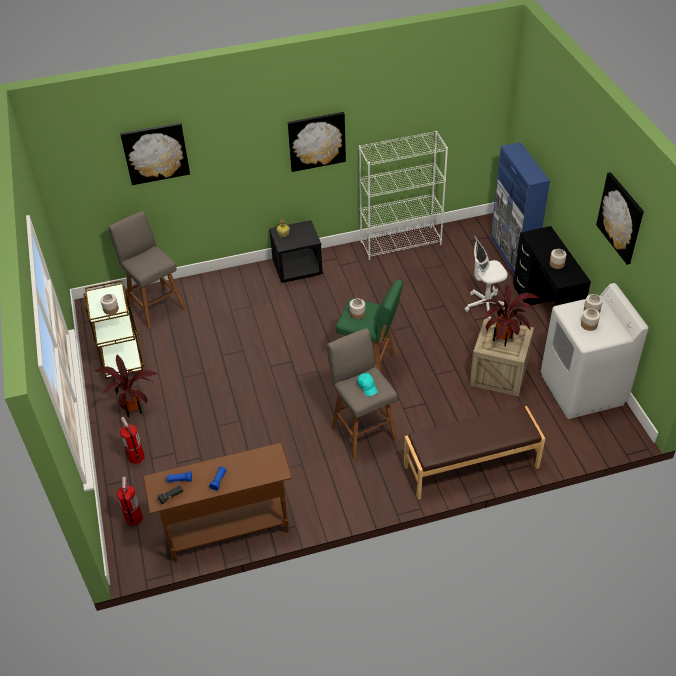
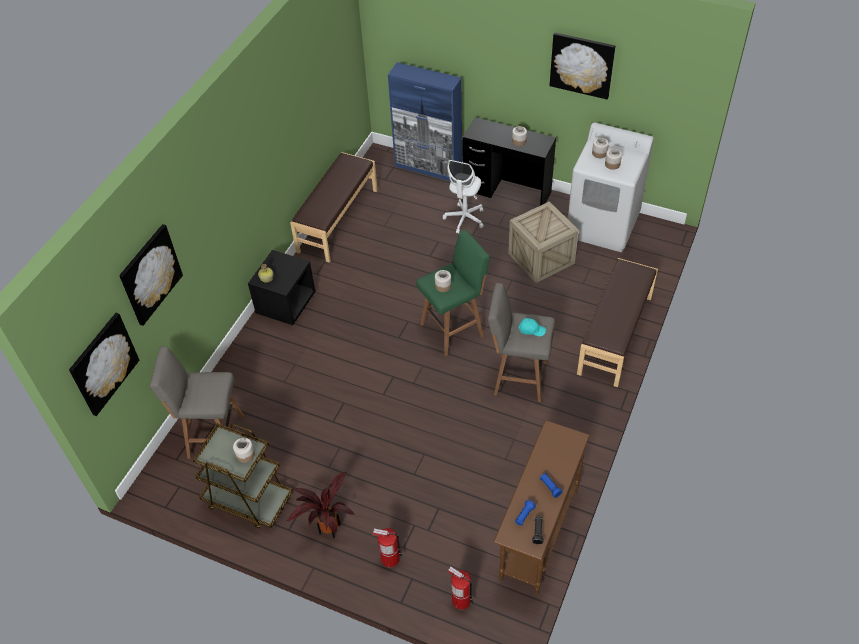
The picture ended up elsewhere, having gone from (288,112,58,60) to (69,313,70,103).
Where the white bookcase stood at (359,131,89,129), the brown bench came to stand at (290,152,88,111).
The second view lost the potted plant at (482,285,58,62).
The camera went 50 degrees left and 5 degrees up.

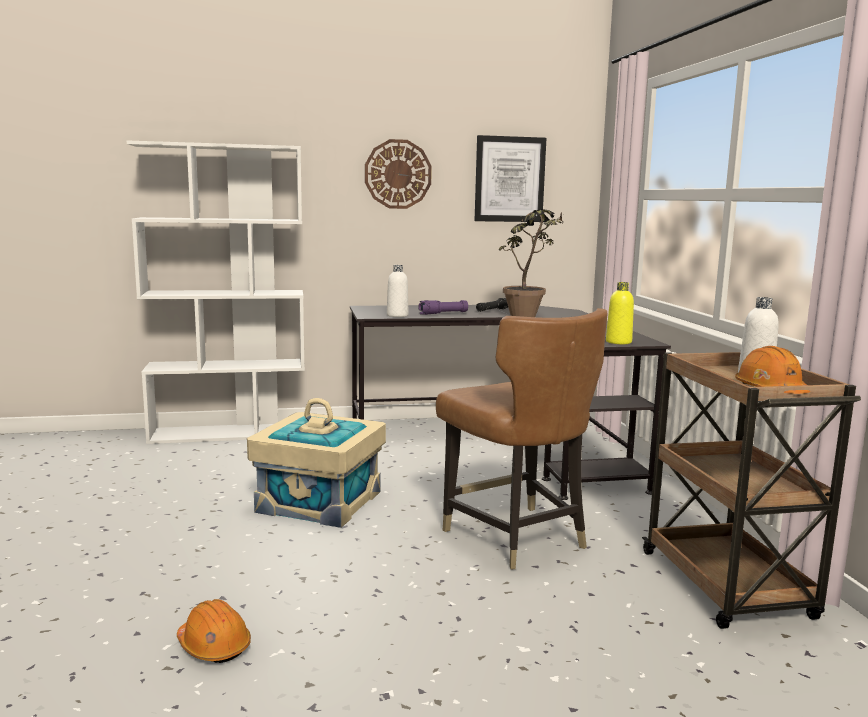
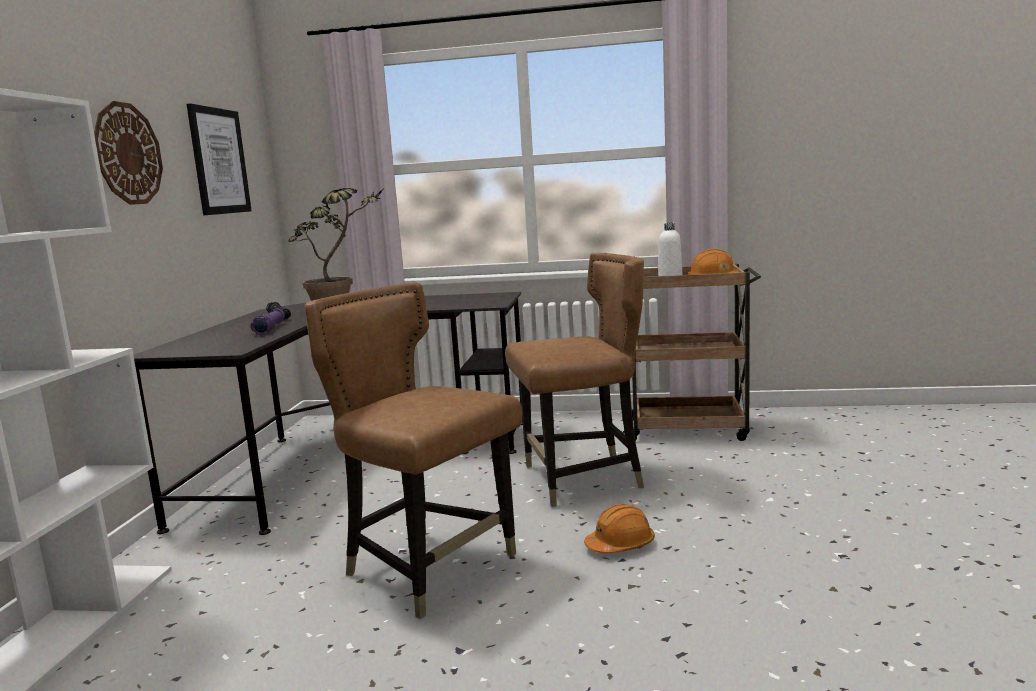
The orange hard hat ended up elsewhere, having gone from (177,599,74,64) to (584,504,71,49).
Where the beige storage box stood at (247,398,139,130), the brown chair came to stand at (305,282,217,337).
The second view lost the white bottle at (387,265,21,52).
The second view lost the yellow bottle at (606,282,28,62).
The camera went 70 degrees left and 0 degrees up.

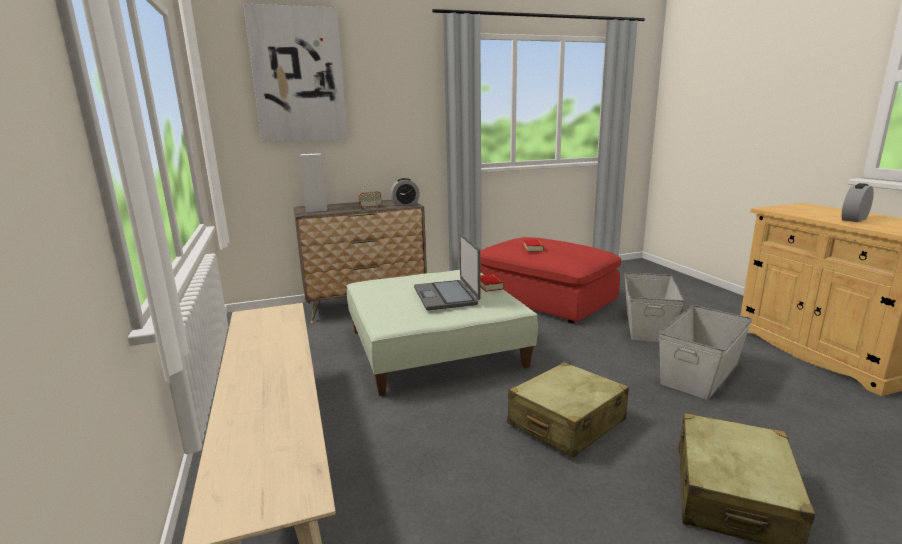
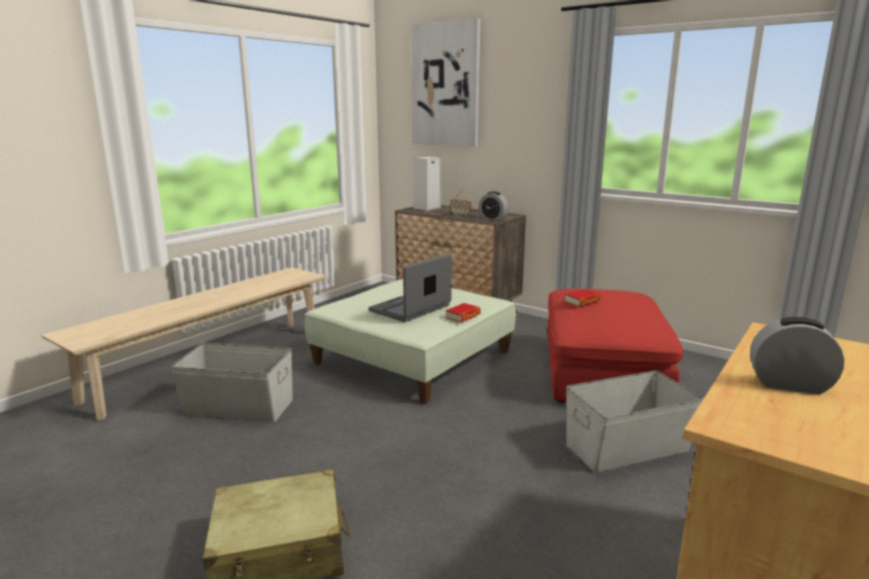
The second view lost the beige suitcase at (507,362,122,96).
The grey storage box ended up elsewhere, having gone from (659,305,94,95) to (170,343,123,79).
The camera went 55 degrees right and 0 degrees up.

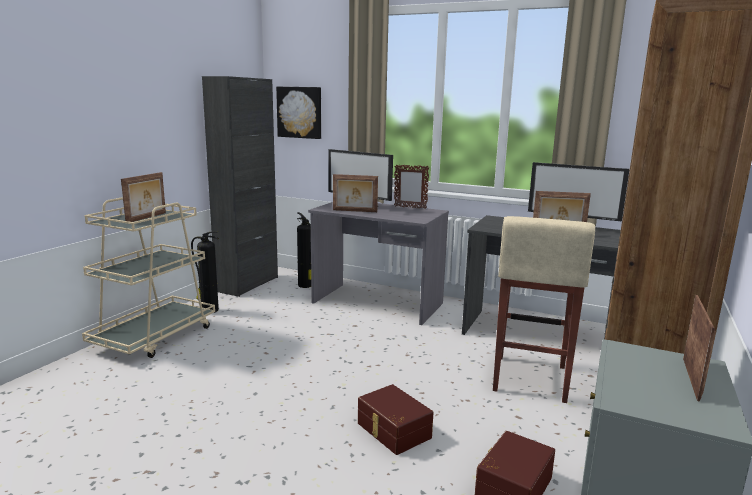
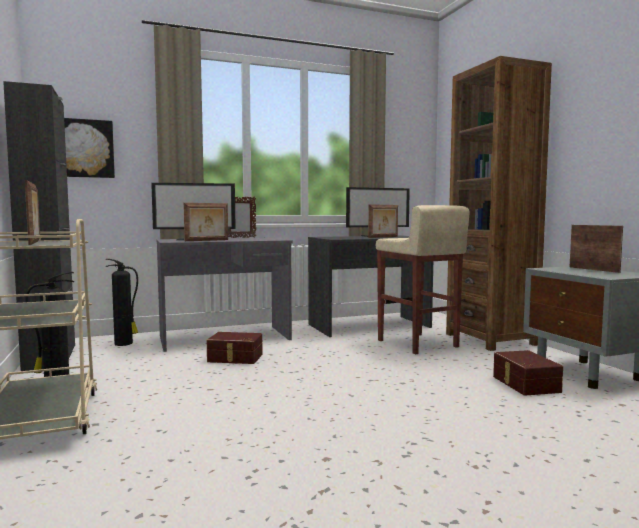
The brown storage box ended up elsewhere, having gone from (358,384,75,71) to (207,332,56,32).
The camera went 45 degrees left and 10 degrees down.

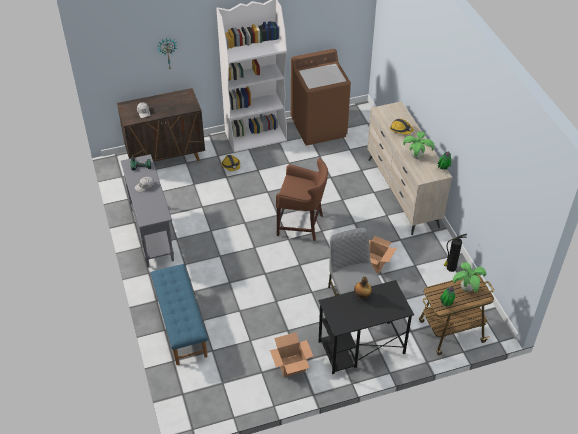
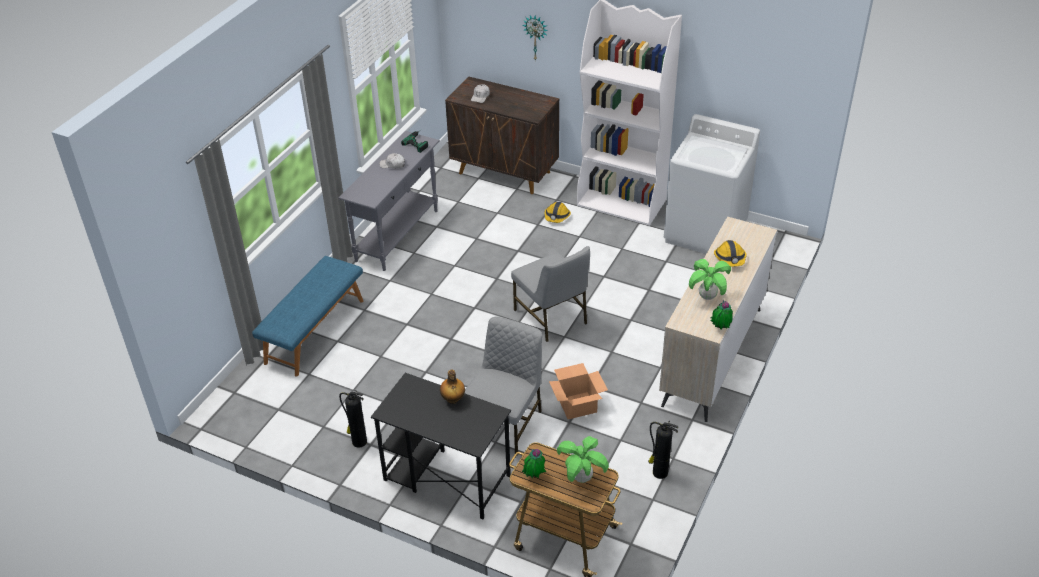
Where the cardboard box stood at (270,332,43,45), the fire extinguisher came to stand at (339,391,28,57).
Where the brown stool stood at (276,158,52,83), the grey chair came to stand at (511,246,79,96).
What was the brown washing machine at (291,49,60,97) turned into the white washing machine at (664,114,96,140).
The camera went 45 degrees right and 5 degrees down.

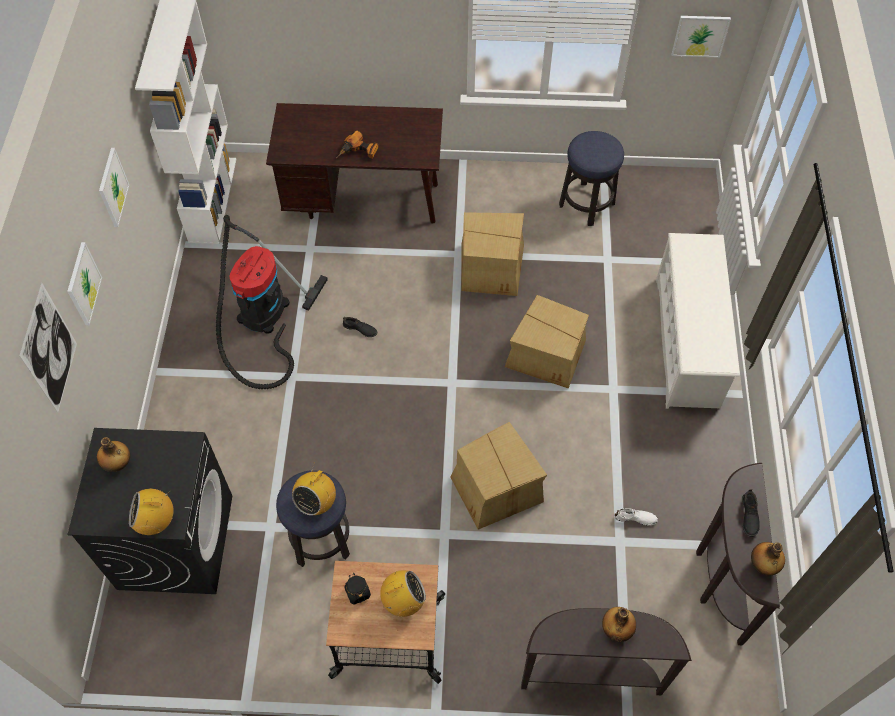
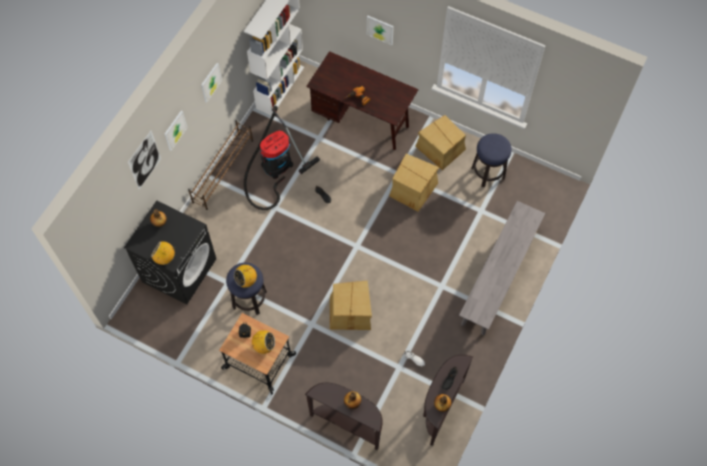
The cardboard box ended up elsewhere, having gone from (504,295,85,94) to (415,115,51,55).
Where the white shoe rack stood at (656,233,84,176), the grey bench came to stand at (459,201,86,135).
The picture ended up elsewhere, having gone from (672,16,59,42) to (367,16,27,29).
The second view gained the brown shoe rack at (188,120,65,90).
The camera went 25 degrees right and 5 degrees up.

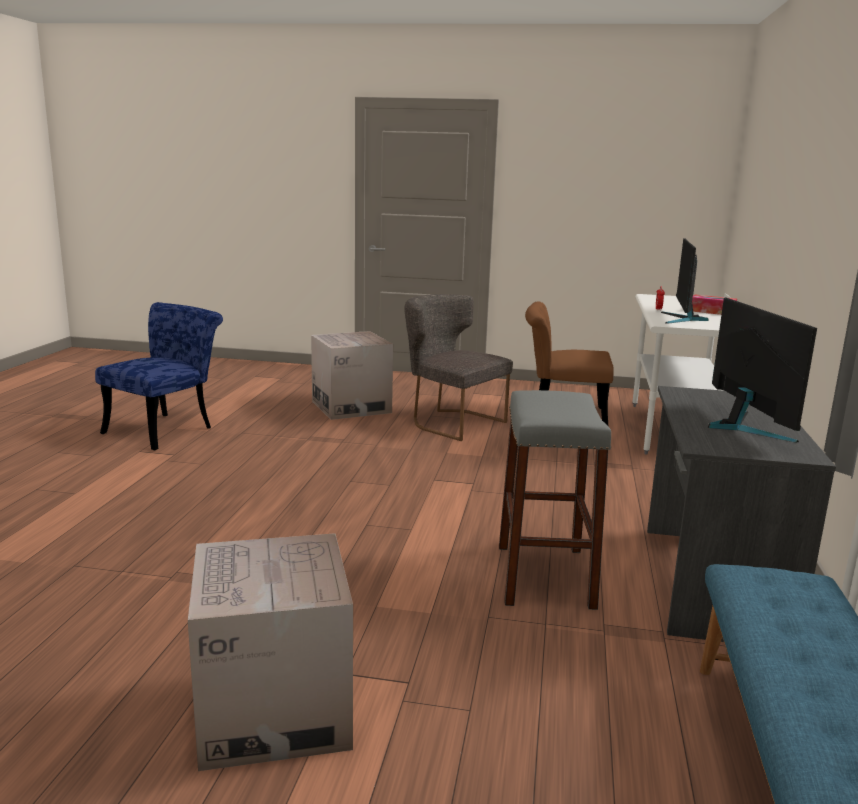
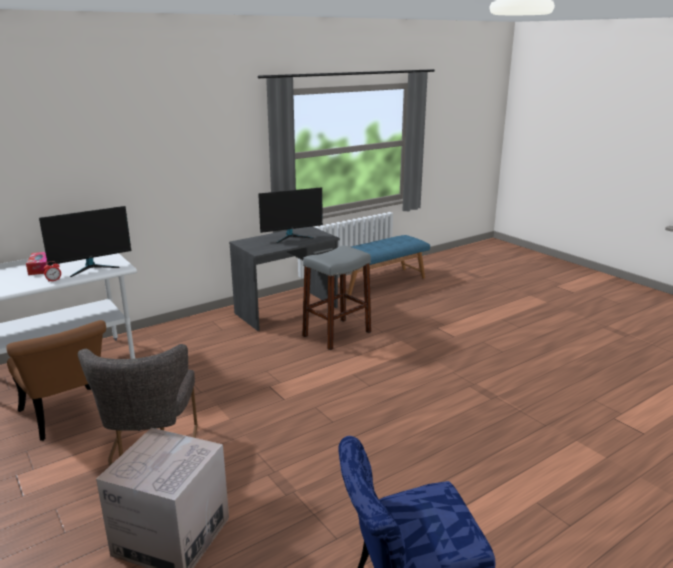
The second view lost the cardboard box at (188,533,165,238).
The monitor at (708,297,109,146) ended up facing another way, 150 degrees counterclockwise from before.
The camera went 135 degrees left and 5 degrees up.

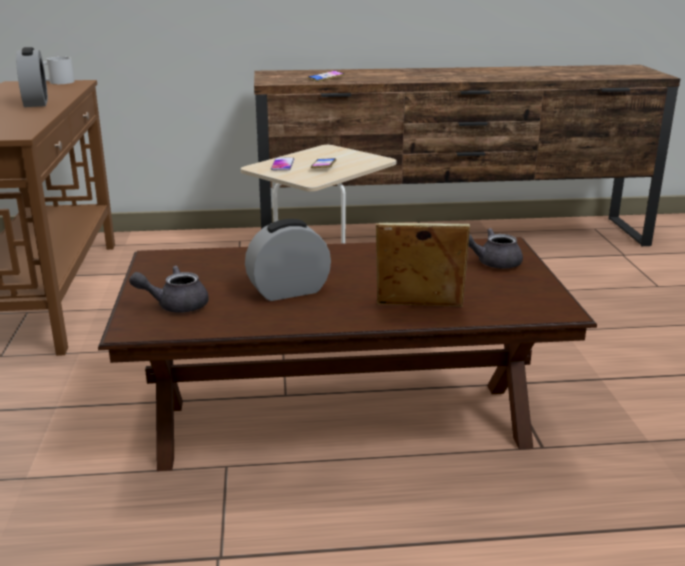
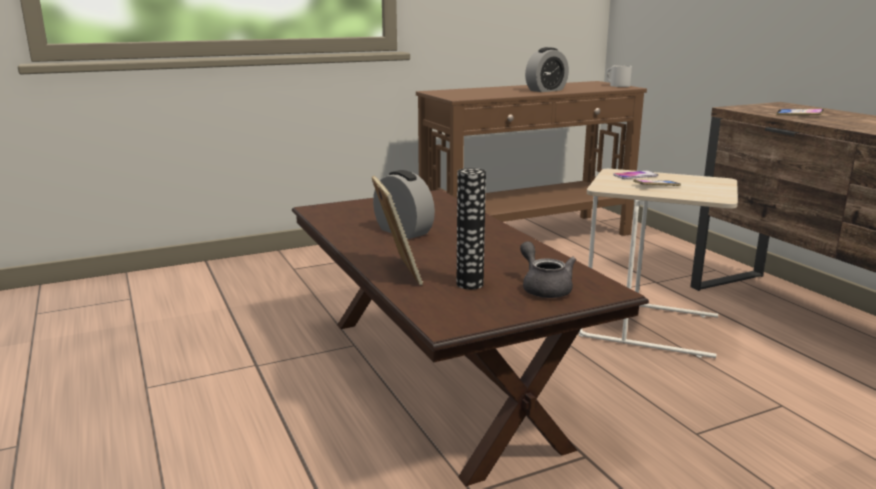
The second view lost the grey teapot at (129,266,80,47).
The second view gained the vase at (457,168,29,121).
The camera went 70 degrees right and 5 degrees down.

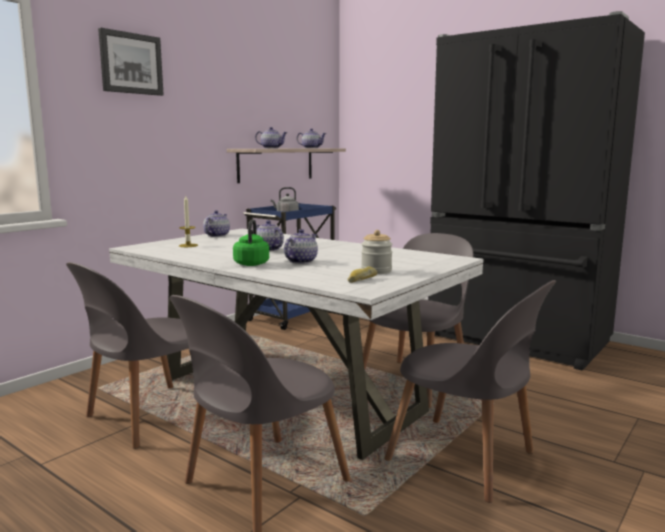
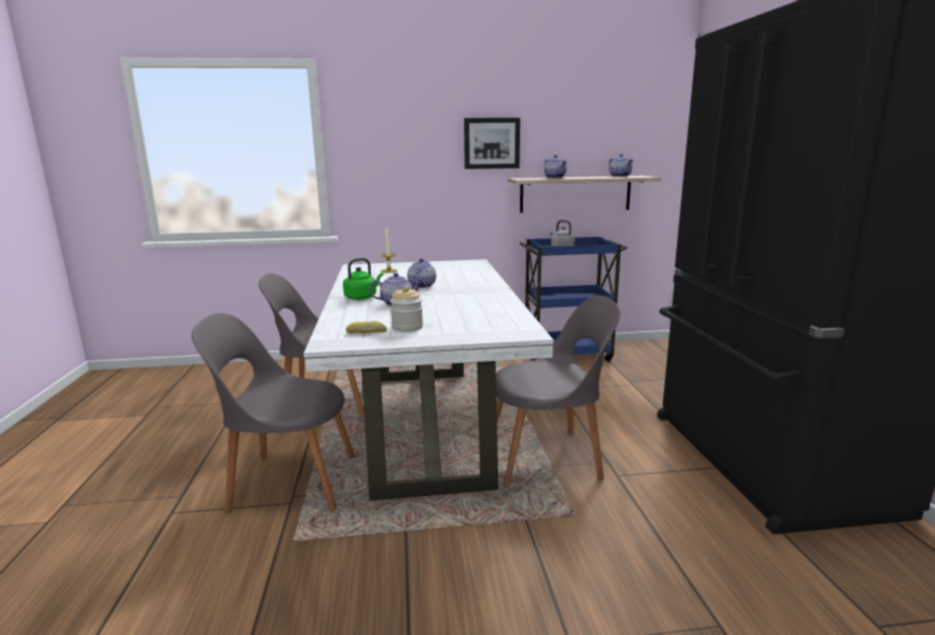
The picture ended up elsewhere, having gone from (98,28,66,68) to (464,118,56,51).
The second view lost the teapot at (203,210,27,27).
The second view lost the grey chair at (384,280,172,223).
The camera went 45 degrees right and 5 degrees up.

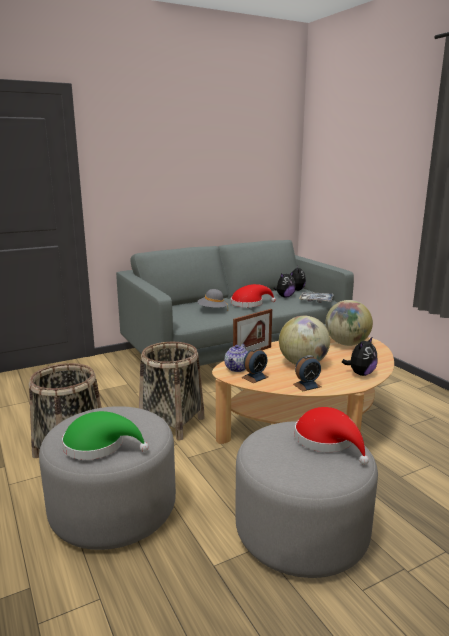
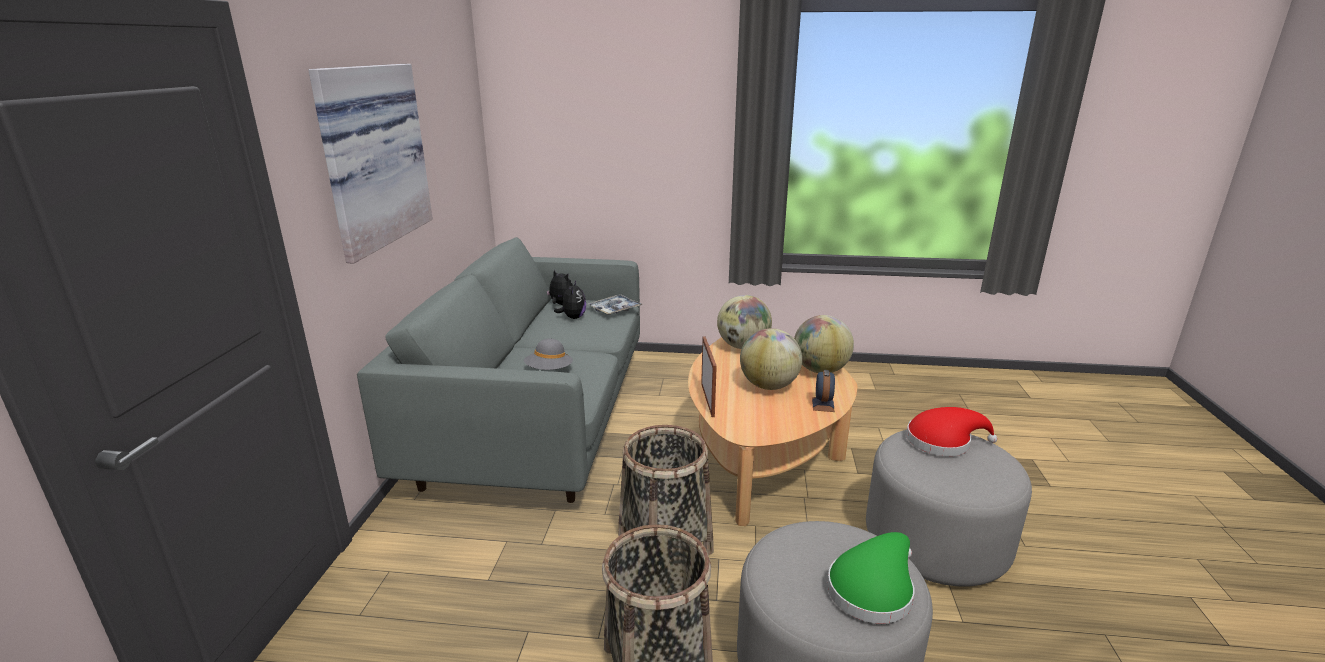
The second view lost the teapot at (224,344,24,28).
The second view lost the red hat at (231,284,45,23).
The second view lost the alarm clock at (241,348,28,35).
Where the plush toy stood at (342,336,36,40), the globe came to stand at (794,315,60,58).
The second view gained the picture at (308,64,125,199).
The camera went 55 degrees left and 5 degrees up.

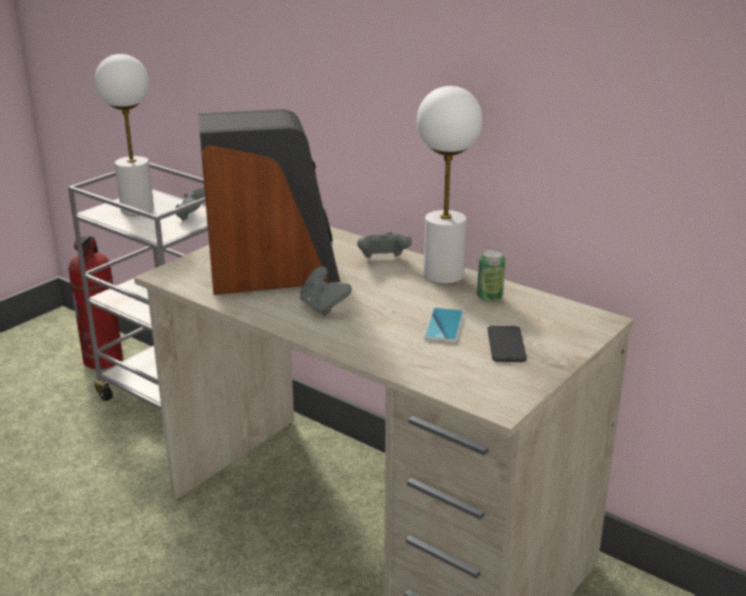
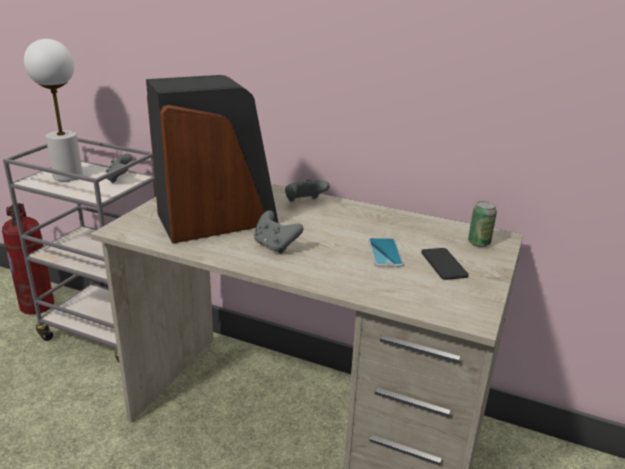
The second view lost the white table lamp at (417,86,66,198).
The can ended up elsewhere, having gone from (477,249,28,53) to (468,201,29,46).
The camera went 15 degrees left and 0 degrees up.

